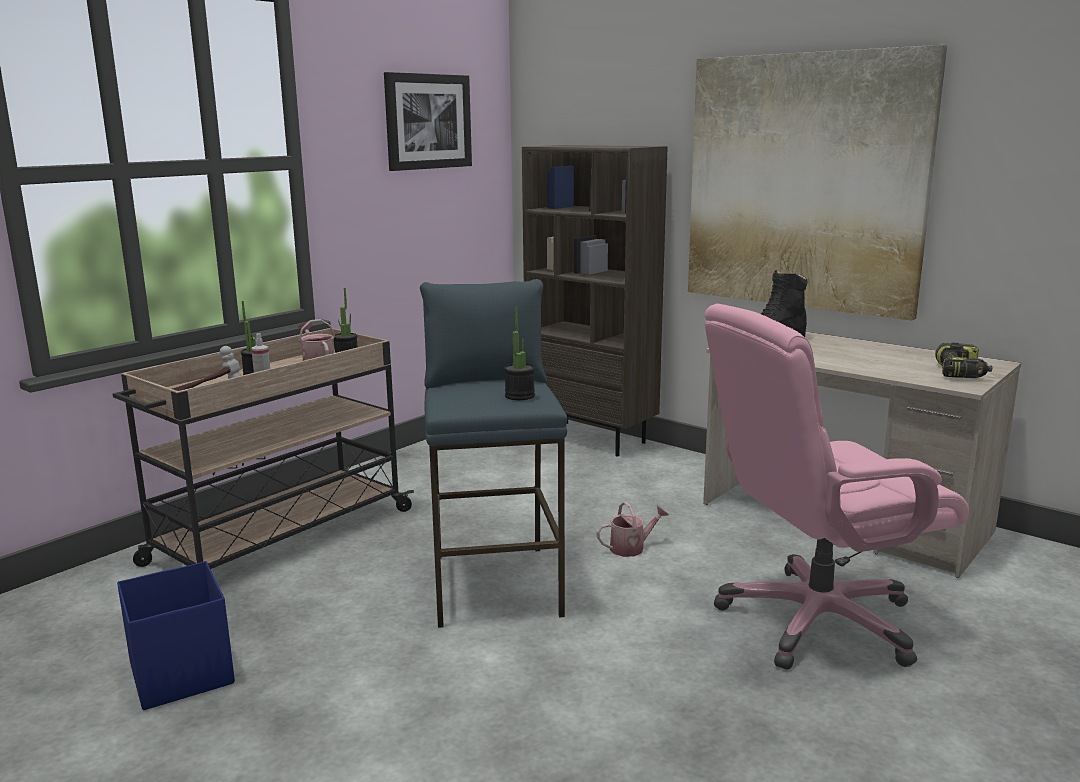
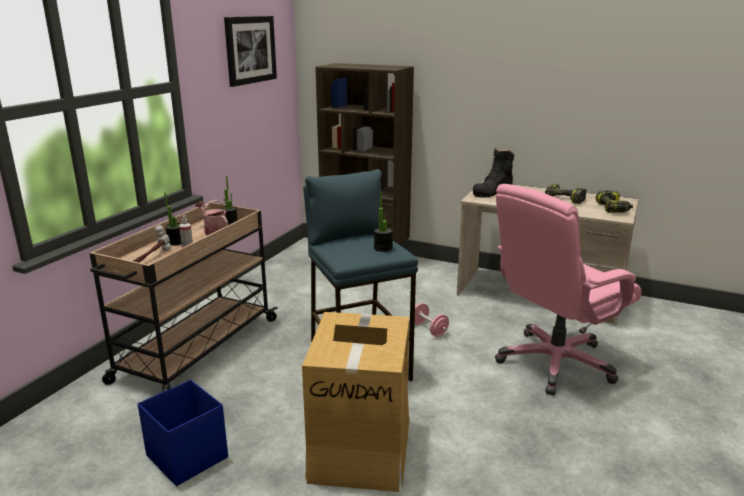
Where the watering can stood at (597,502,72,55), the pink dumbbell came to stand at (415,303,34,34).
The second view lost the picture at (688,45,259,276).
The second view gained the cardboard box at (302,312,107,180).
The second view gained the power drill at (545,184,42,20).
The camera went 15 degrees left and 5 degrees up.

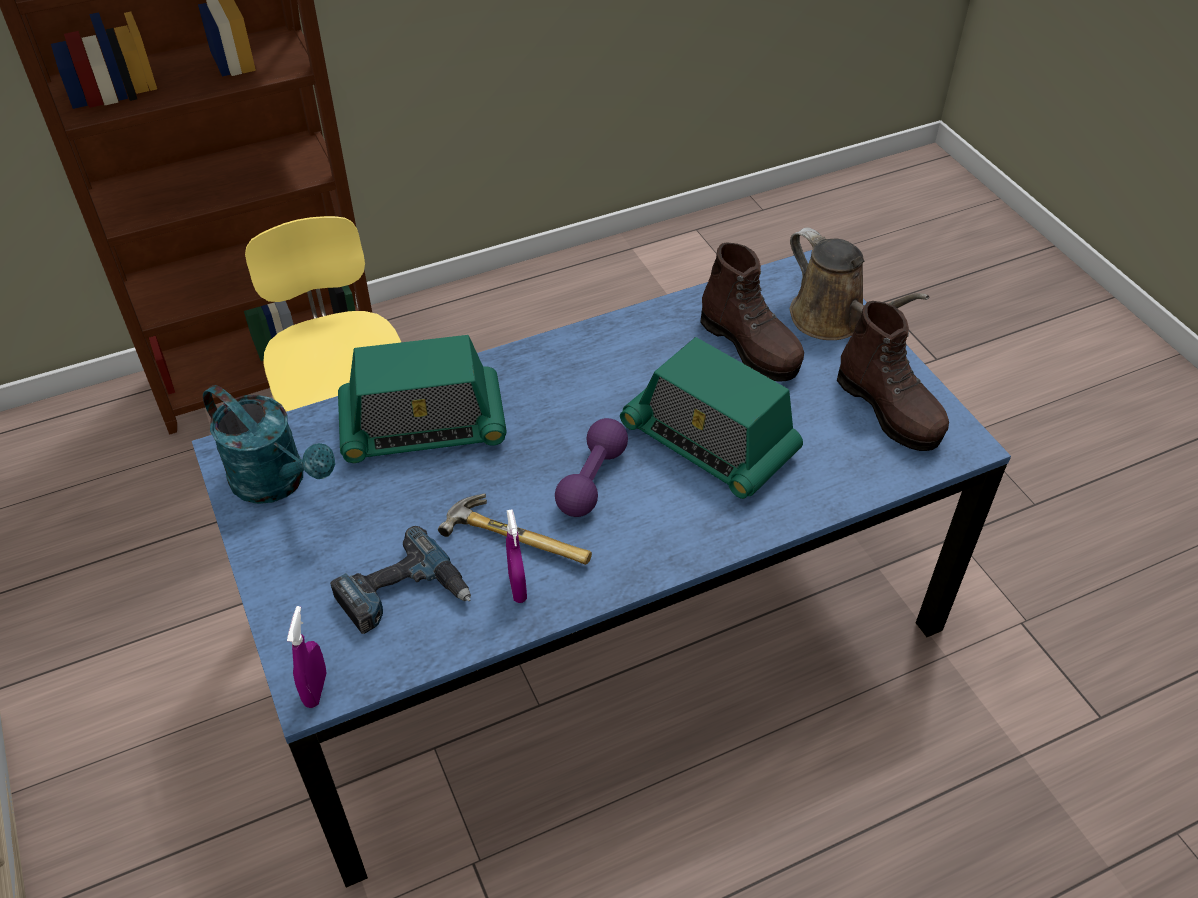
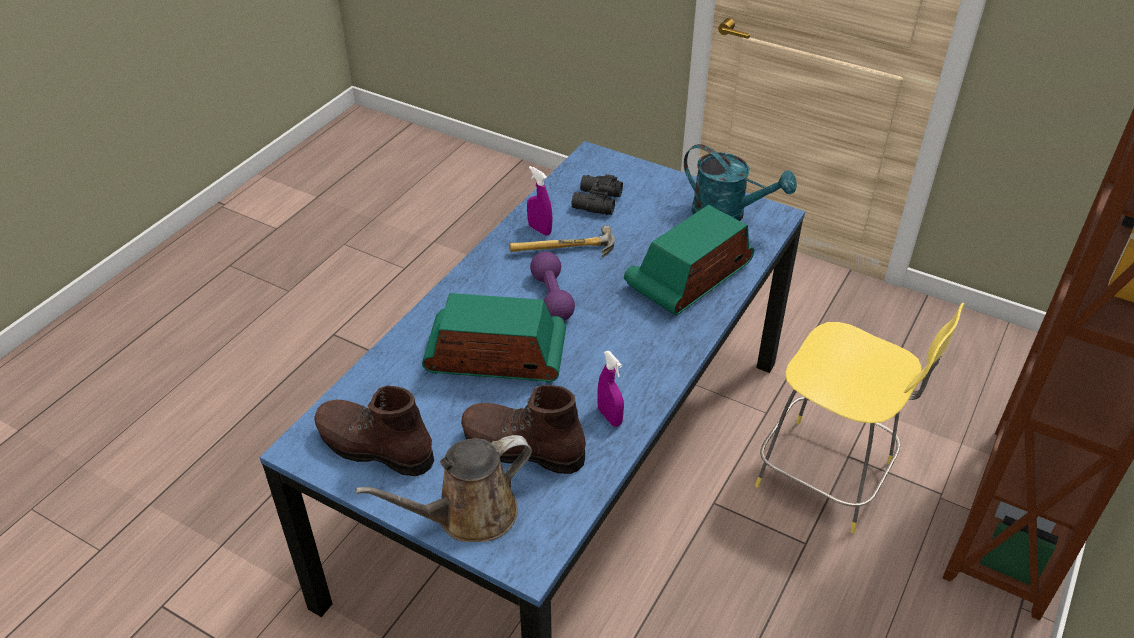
The turquoise watering can at (203,385,132,119) ended up facing another way, 150 degrees counterclockwise from before.
The purple spray bottle ended up elsewhere, having gone from (287,606,39,102) to (597,351,27,76).
Where the power drill stood at (330,526,141,108), the black binoculars came to stand at (571,174,52,41).
The brown watering can at (790,228,139,112) ended up facing another way, 45 degrees counterclockwise from before.
The camera went 145 degrees right and 5 degrees down.

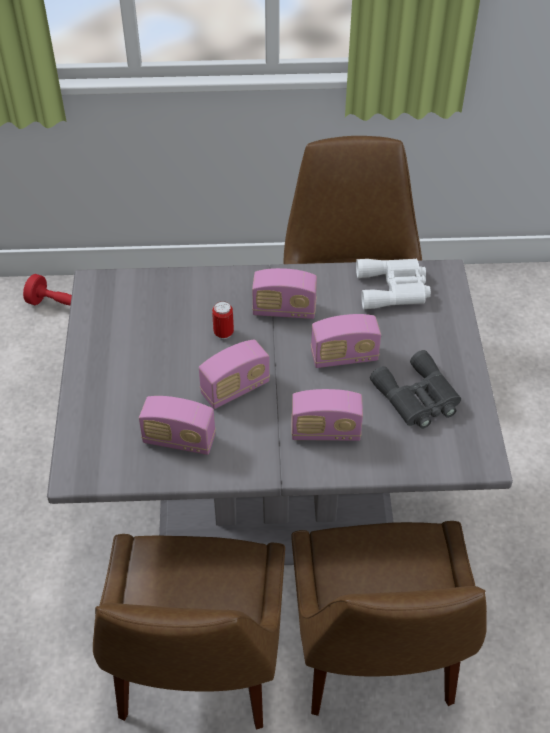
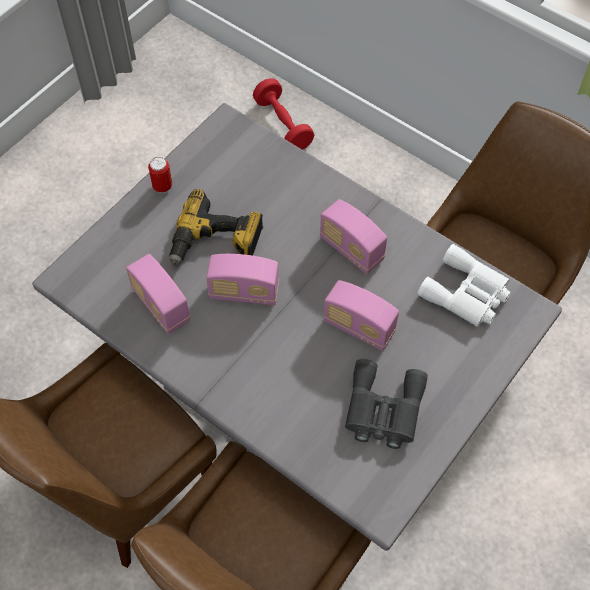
The can ended up elsewhere, having gone from (212,301,22,38) to (148,157,24,36).
The second view lost the radio at (291,389,72,52).
The second view gained the power drill at (170,189,93,76).
The camera went 40 degrees right and 10 degrees up.

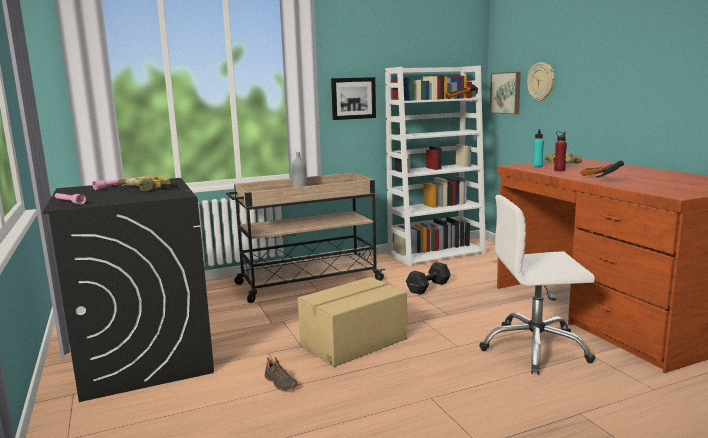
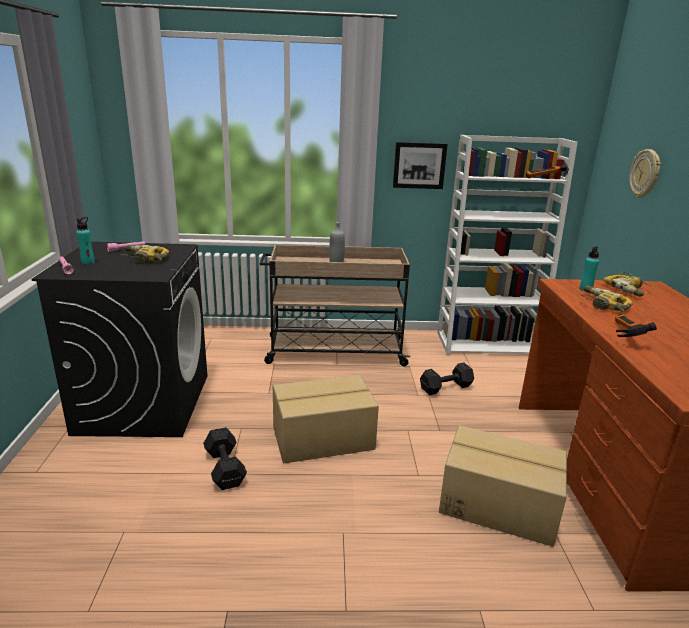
Where the black shoe stood at (265,357,33,34), the black dumbbell came to stand at (203,427,44,63).
Where the white office chair stood at (479,195,116,180), the cardboard box came to stand at (439,425,128,122).
The second view lost the picture at (490,72,31,42).
Where the red bottle stood at (554,131,13,41), the power drill came to stand at (579,285,54,27).
The second view gained the turquoise bottle at (76,217,19,48).
The camera went 20 degrees right and 10 degrees up.

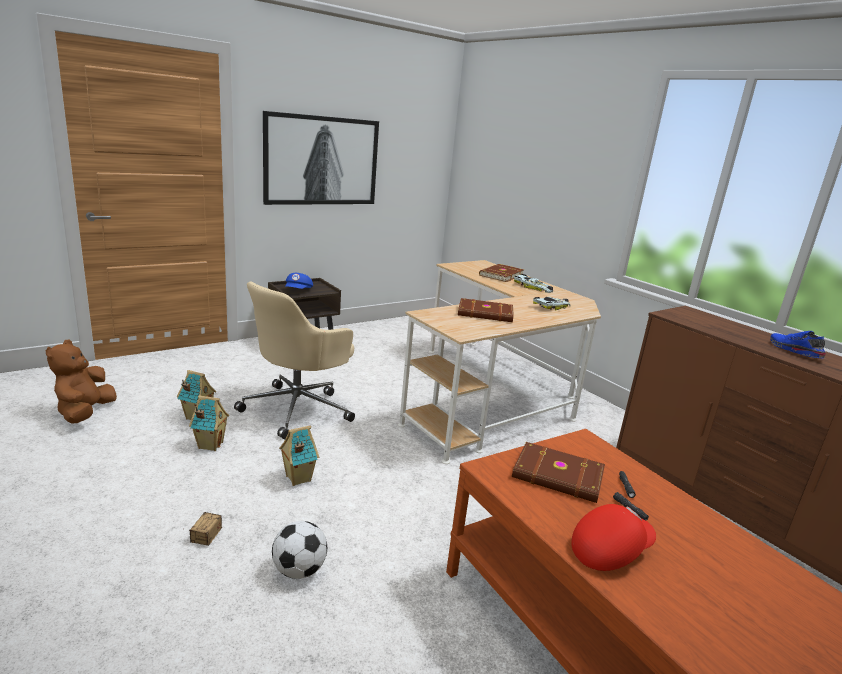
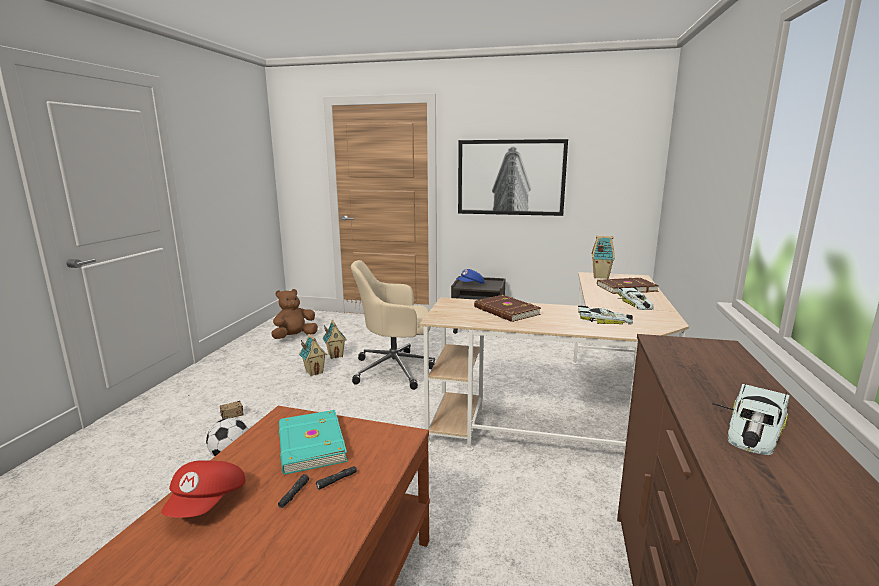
The toy house ended up elsewhere, having gone from (279,425,40,61) to (592,236,23,43).
What was the brown book at (512,442,93,61) turned into the turquoise book at (279,410,68,64).
The red cap at (571,504,85,67) ended up facing another way, 75 degrees clockwise from before.
Where the blue shoe stood at (770,331,56,27), the toy car came to stand at (712,383,78,72).
The camera went 50 degrees right and 5 degrees down.

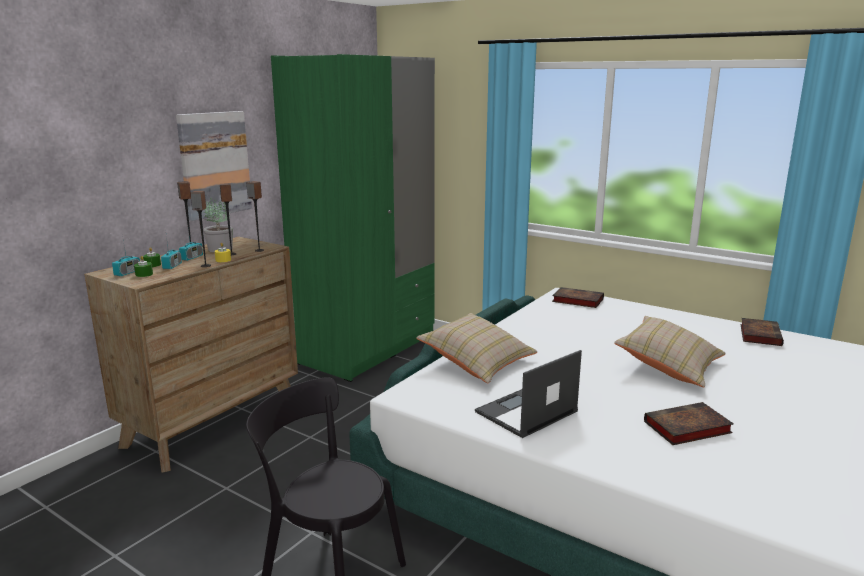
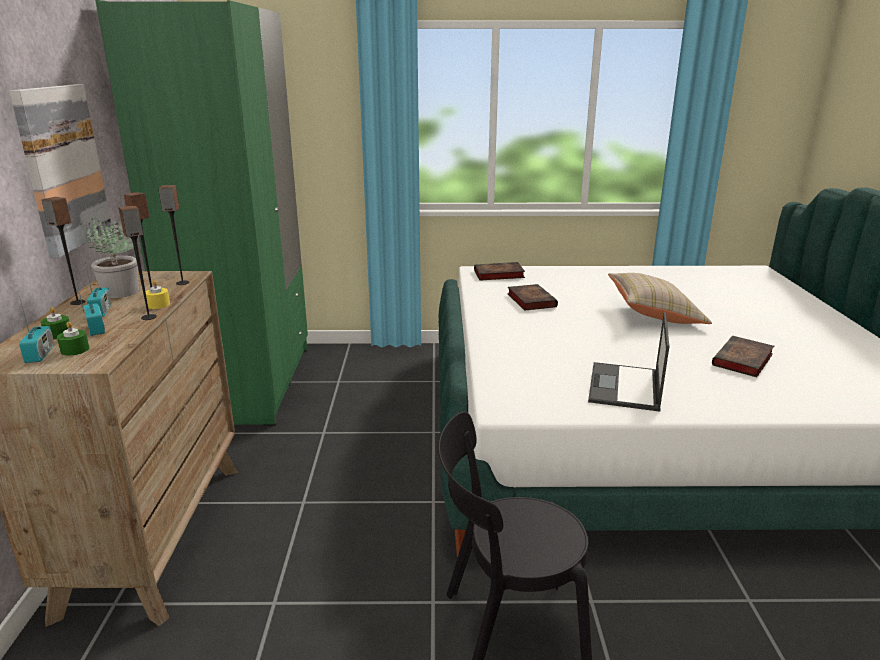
The second view lost the beige pillow at (416,313,122,71).
The book ended up elsewhere, having gone from (741,318,43,28) to (507,284,51,27).
The camera went 35 degrees left and 5 degrees up.

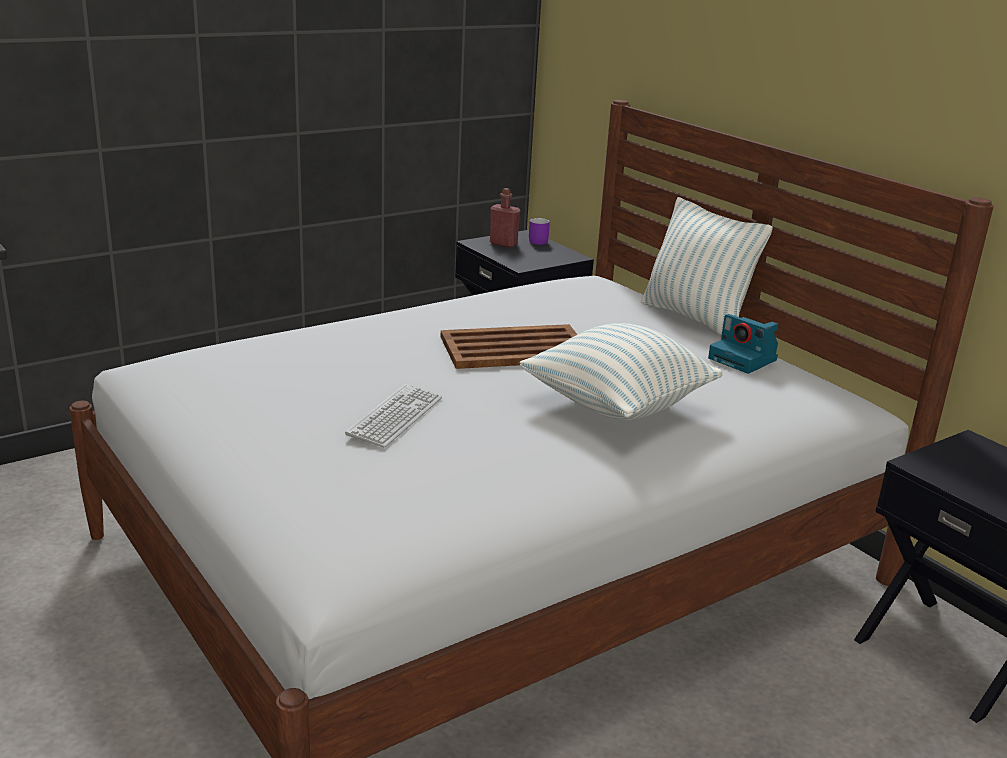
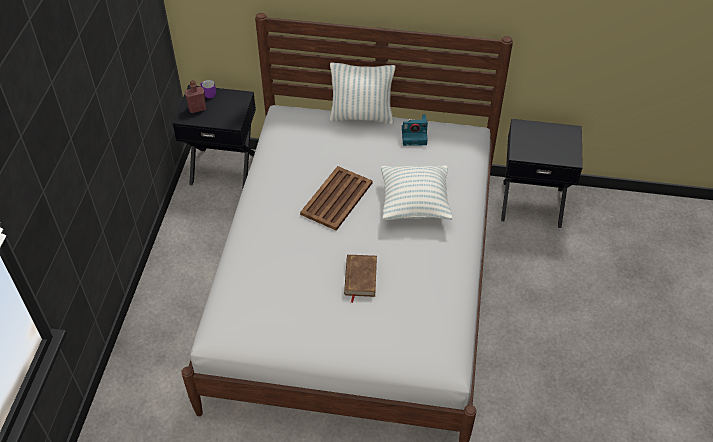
Where the keyboard stood at (345,384,97,64), the brown book came to stand at (344,255,33,48).
The camera went 45 degrees left and 25 degrees up.

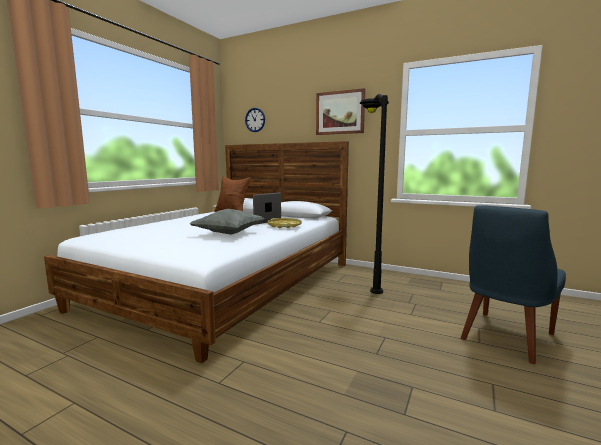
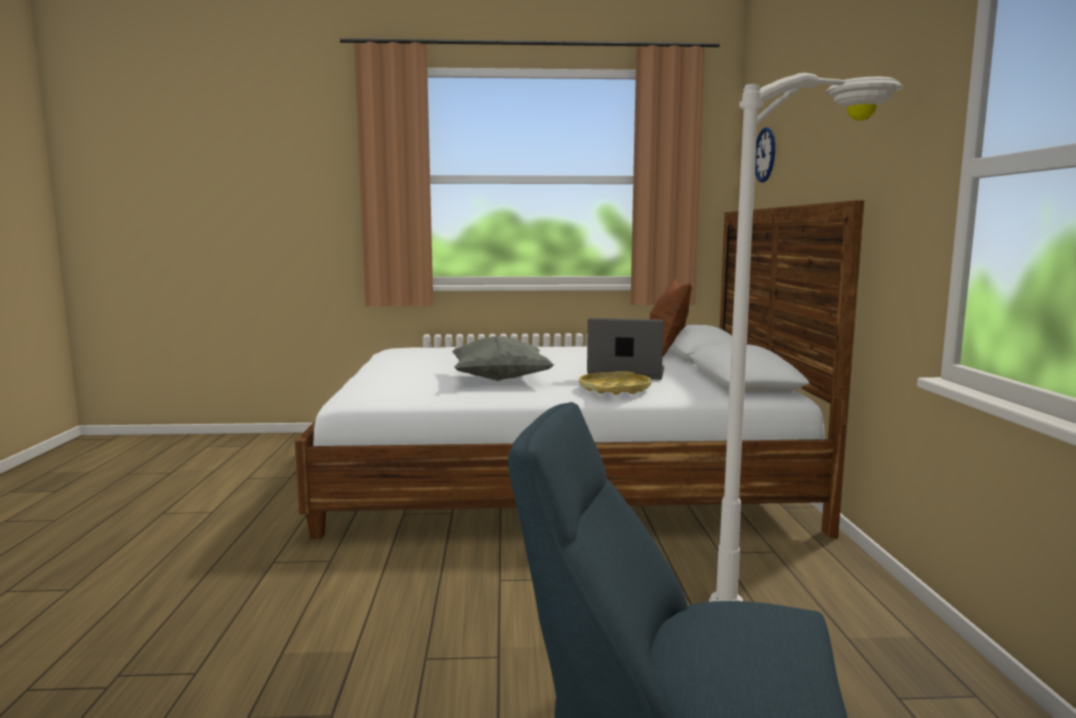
The second view lost the picture at (316,88,49,47).
What was the black floor lamp at (360,94,29,200) turned into the white floor lamp at (709,73,194,529).
The camera went 60 degrees right and 0 degrees up.

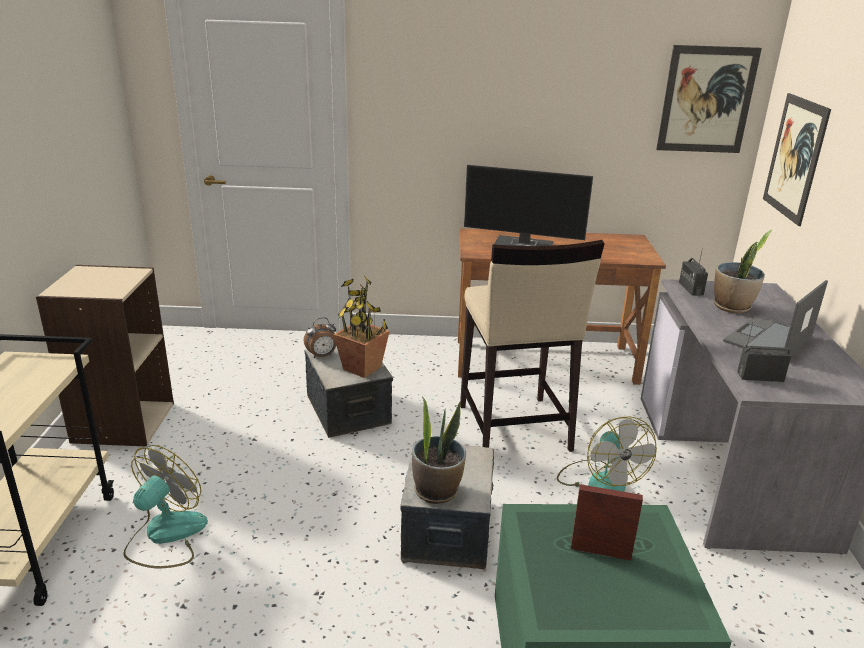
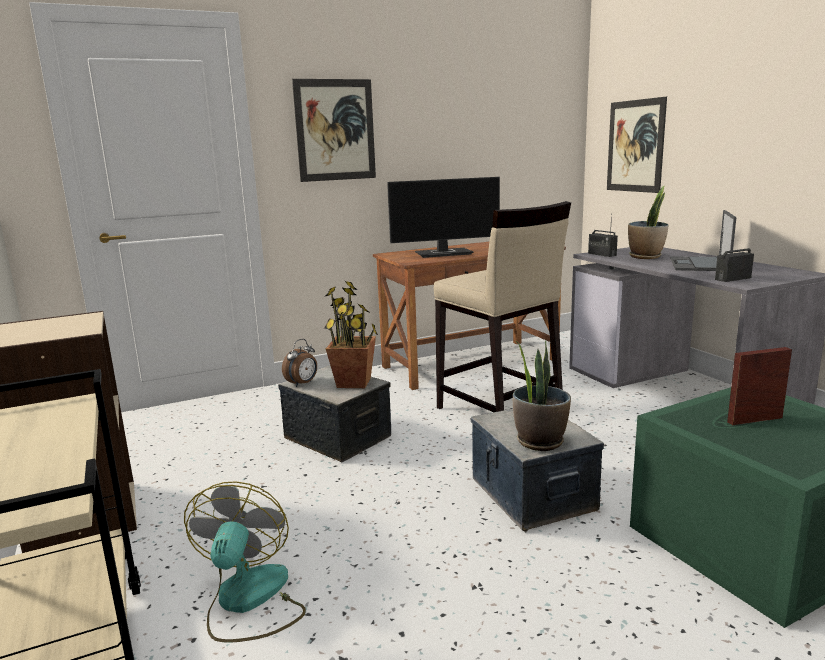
The second view lost the fan at (557,416,100,76).
The picture ended up elsewhere, having gone from (656,45,106,108) to (292,79,84,103).
The camera went 25 degrees left and 10 degrees down.

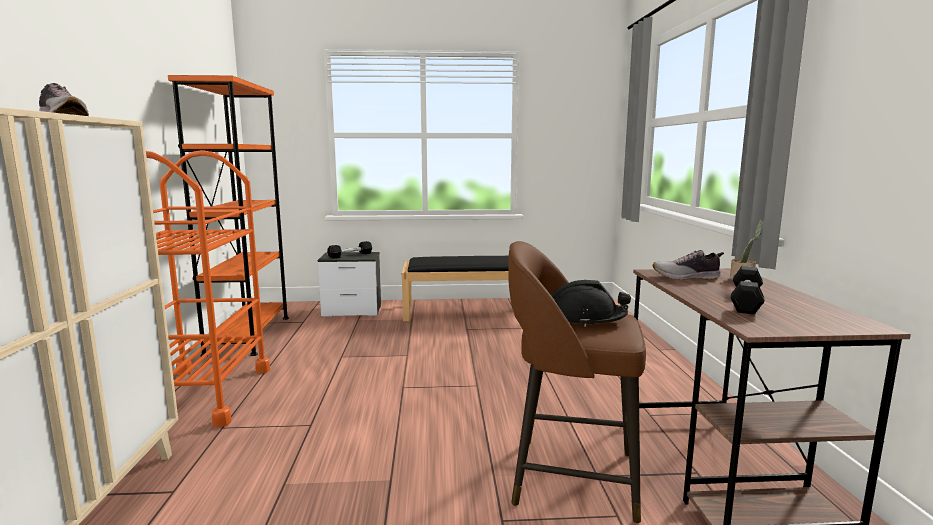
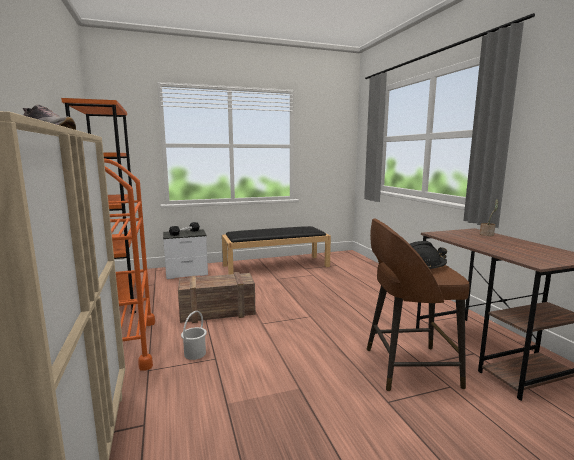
The second view lost the shoe at (653,250,71,30).
The second view lost the black dumbbell at (731,266,34,48).
The second view gained the crate at (178,272,78,51).
The second view gained the white bucket at (181,311,26,49).
The camera went 15 degrees left and 0 degrees up.

